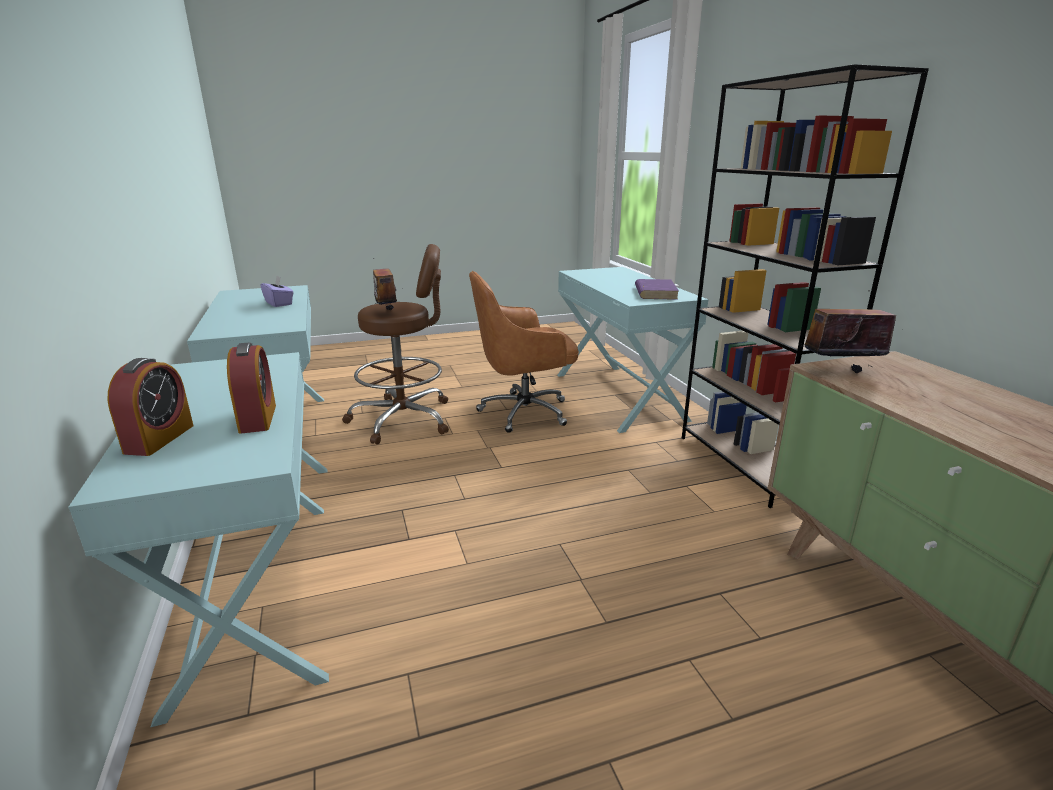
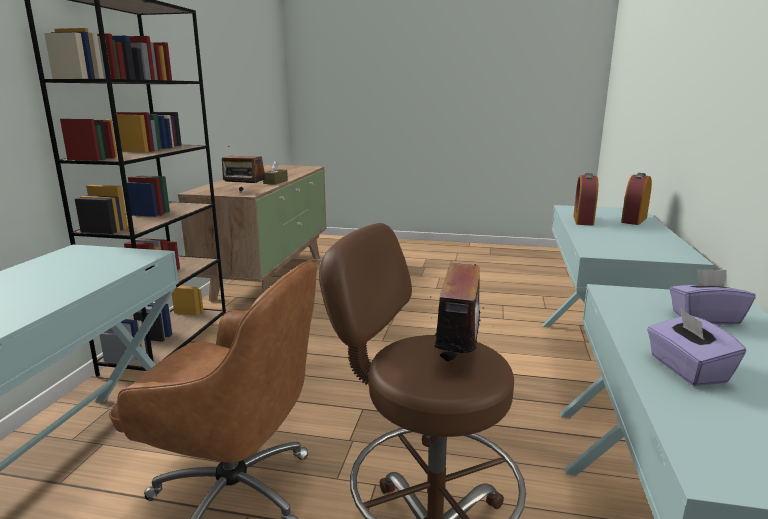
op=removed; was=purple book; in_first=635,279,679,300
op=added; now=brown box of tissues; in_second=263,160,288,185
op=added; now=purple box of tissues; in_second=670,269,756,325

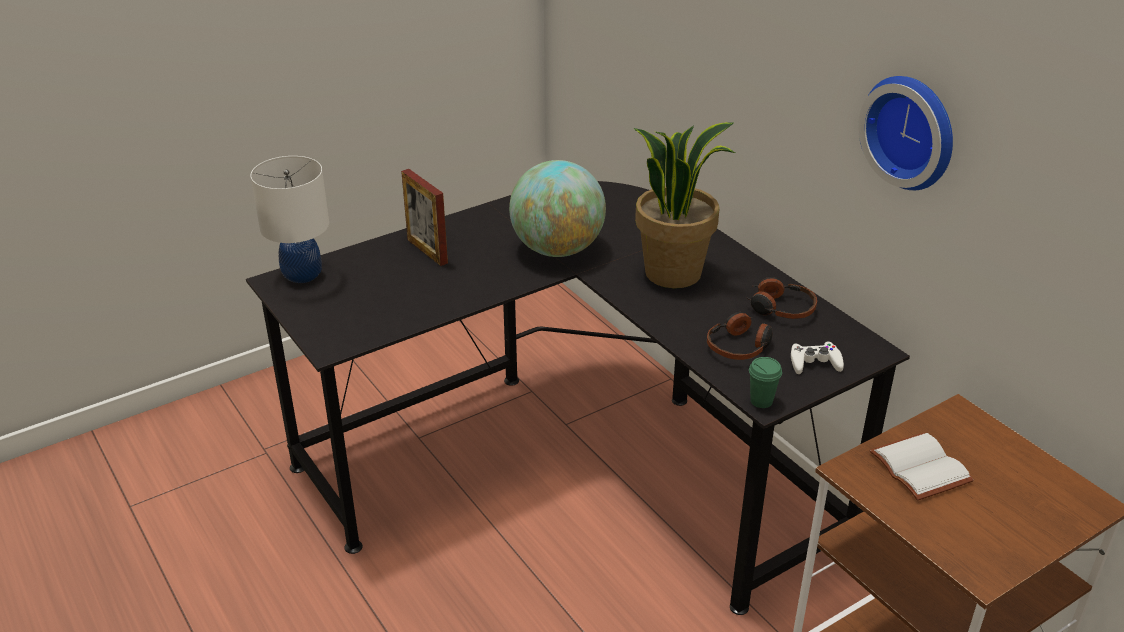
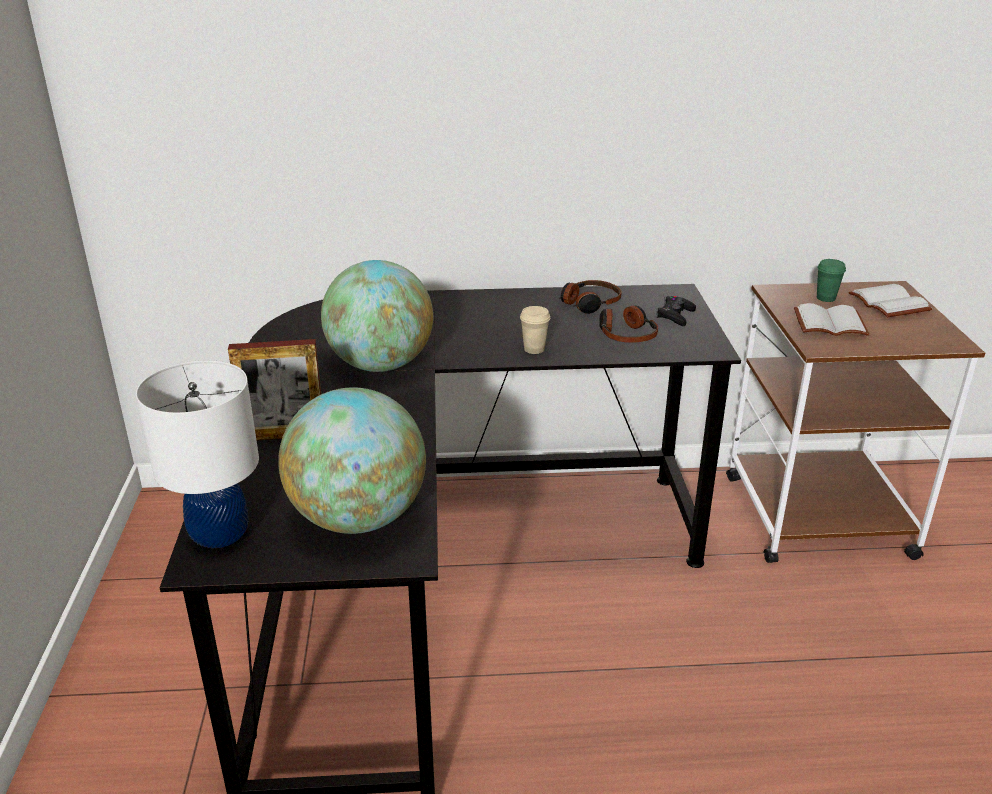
op=removed; was=plant in a pot; in_first=634,122,735,288
op=moved; was=green-coloured small cup; in_first=749,357,782,408; in_second=817,259,846,302
op=recoloured; was=whitish gamepad; now=blackish gamepad; in_first=791,341,844,374; in_second=656,296,696,326
op=removed; was=hanging clock; in_first=858,76,953,190
op=added; now=globe; in_second=278,387,426,534
op=added; now=sand-coloured small cup; in_second=520,306,550,354
op=added; now=whitish book; in_second=848,284,932,317

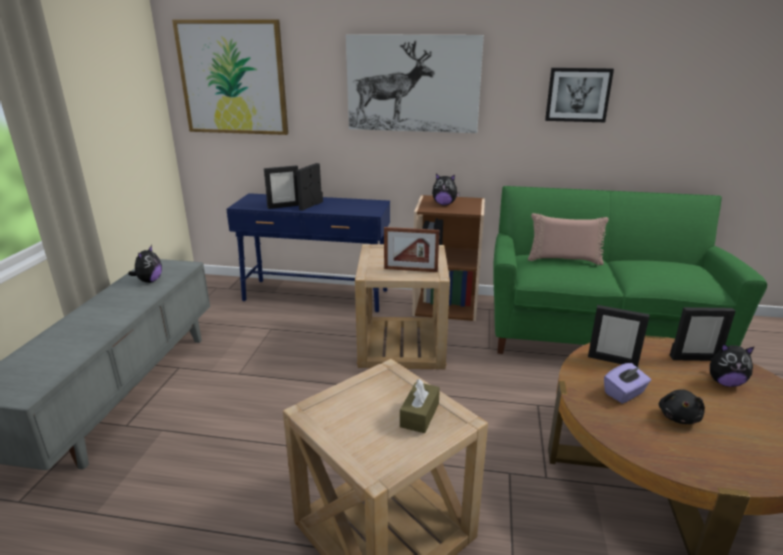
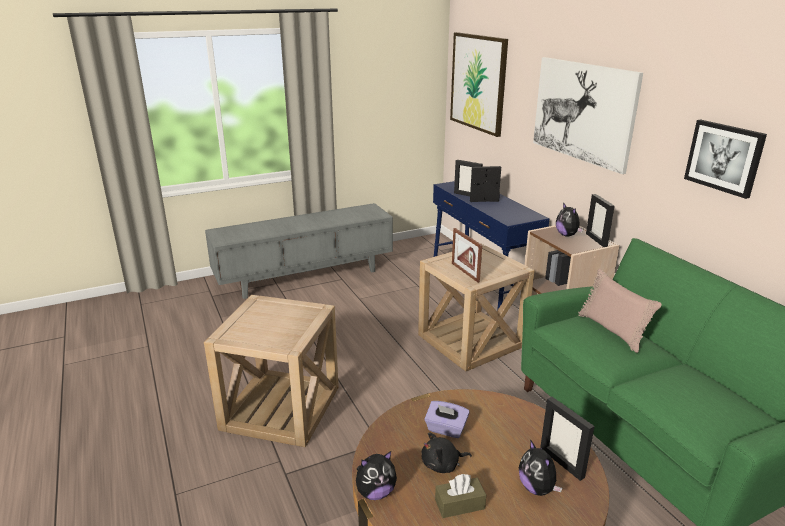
op=moved; was=plush toy; in_first=128,245,162,283; in_second=356,451,397,500
op=moved; was=brown box of tissues; in_first=400,379,440,433; in_second=435,474,486,518
op=moved; was=picture frame; in_first=588,305,649,367; in_second=586,194,614,247

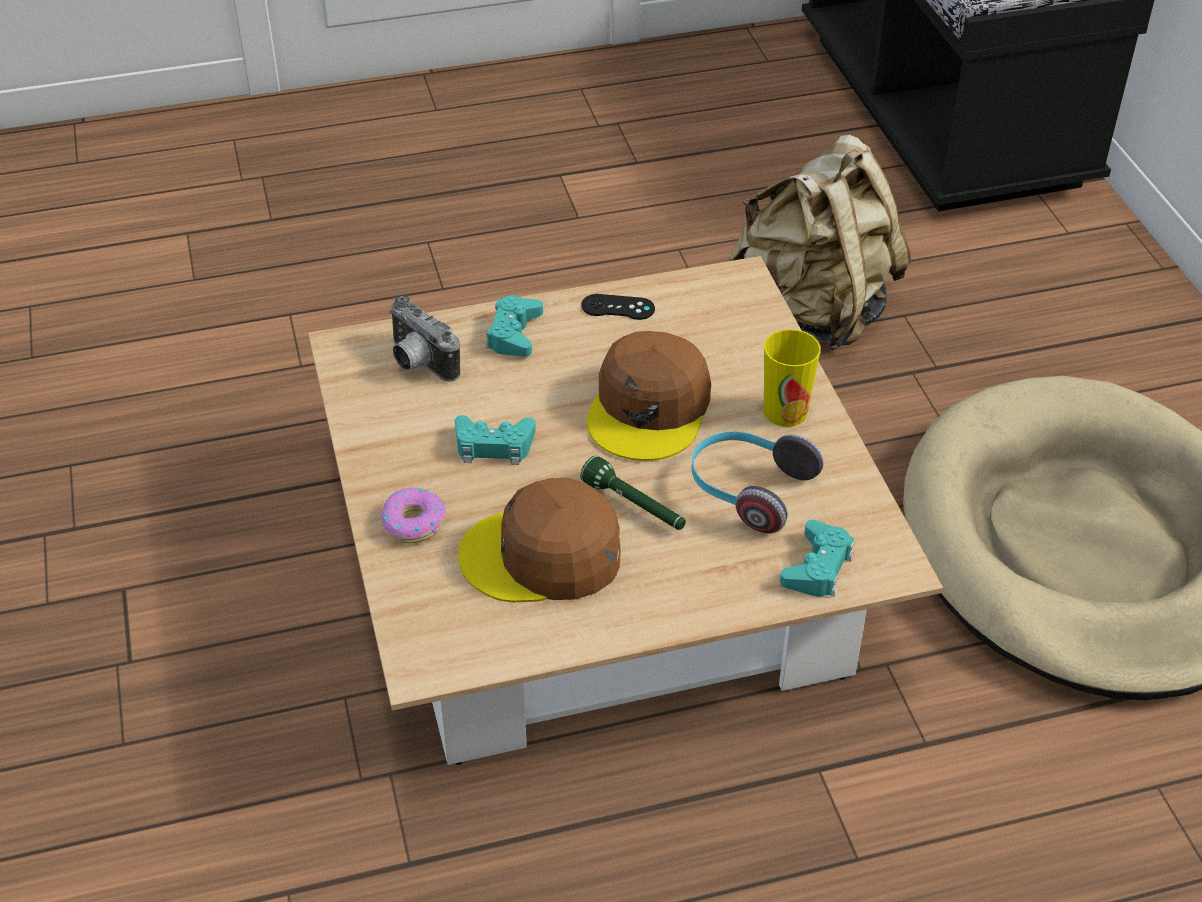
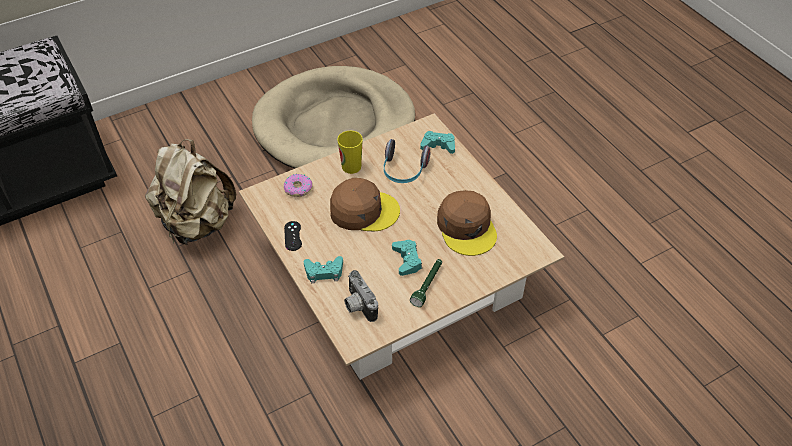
op=moved; was=ring doughnut; in_first=380,488,446,543; in_second=284,174,313,197
op=turned; was=photo camera; in_first=389,295,460,382; in_second=344,270,378,322; clockwise=120
op=moved; was=green-coloured flashlight; in_first=580,456,686,530; in_second=410,259,442,307

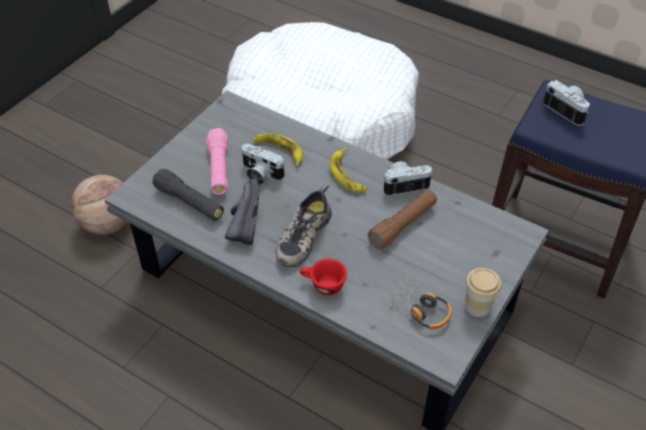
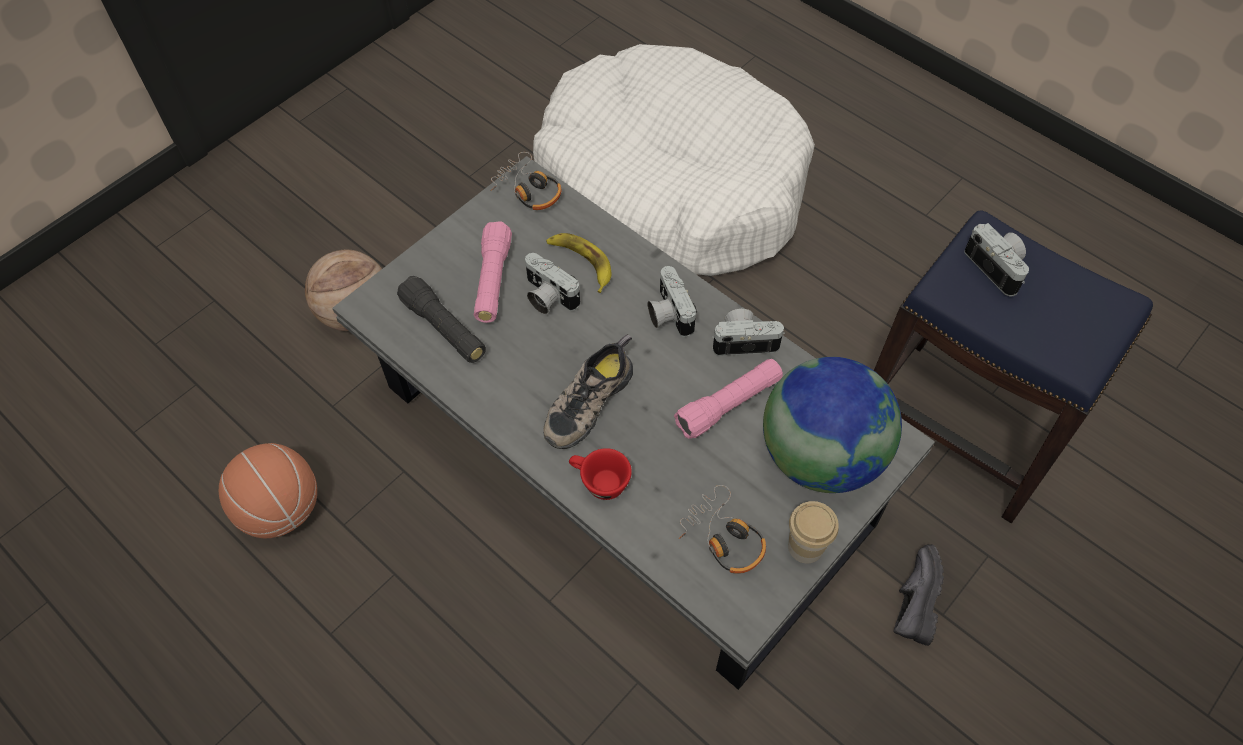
op=moved; was=blackish shoe; in_first=225,179,259,245; in_second=894,544,944,646
op=replaced; was=banana; now=photo camera; in_first=329,147,367,192; in_second=648,266,697,337
op=recoloured; was=brown flashlight; now=pink-coloured flashlight; in_first=367,190,437,249; in_second=674,359,783,439
op=added; now=ball for basketball; in_second=219,443,317,538
op=added; now=headset; in_second=490,152,561,210
op=added; now=globe; in_second=763,357,902,493

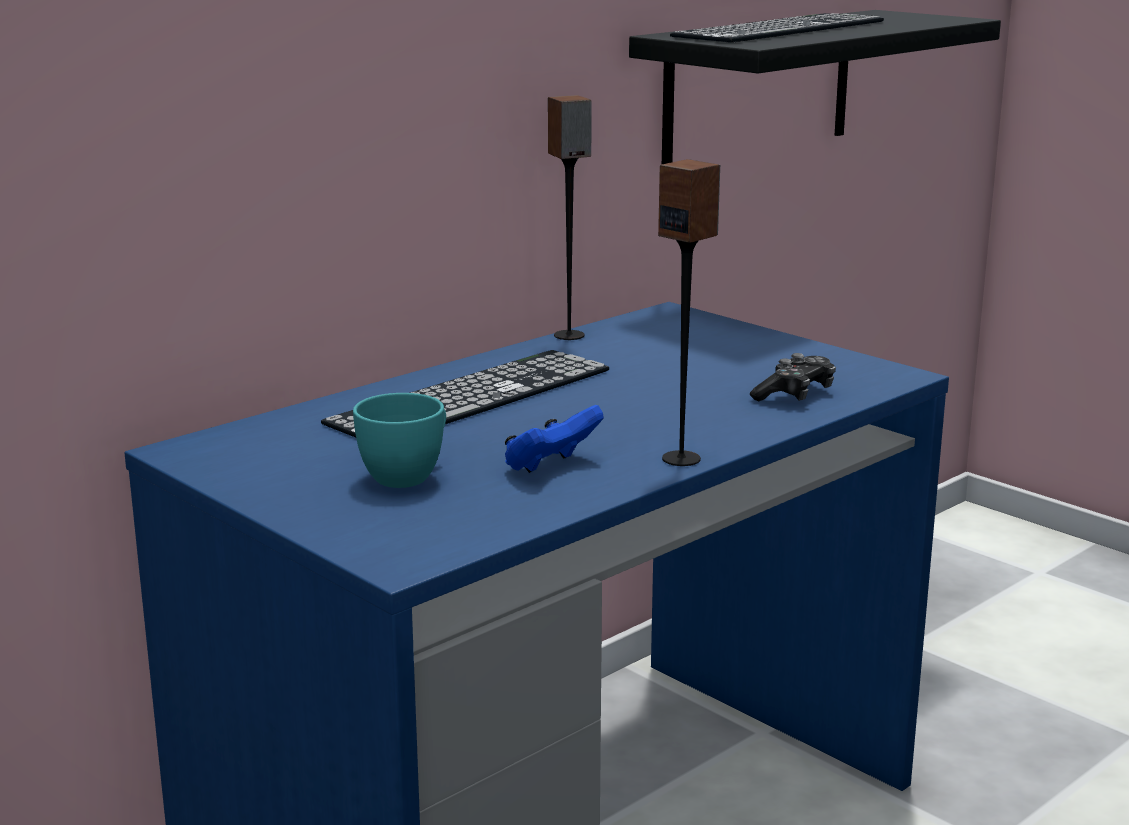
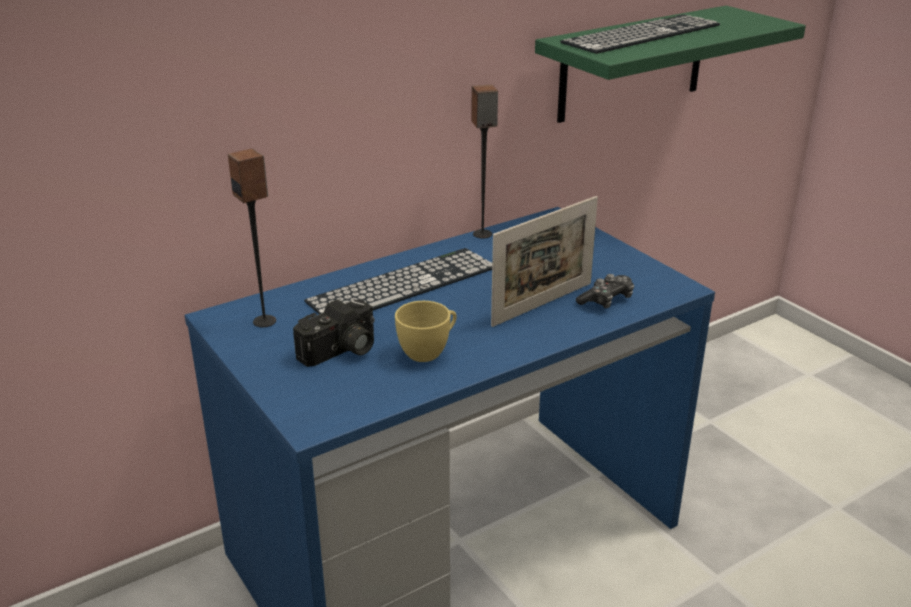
op=replaced; was=blue-green small cup; now=photo camera; in_first=353,393,446,488; in_second=293,299,375,367
op=replaced; was=blue-coloured gamepad; now=yellow-coloured small cup; in_first=505,405,604,473; in_second=395,301,457,362
op=recoloured; was=blackish bracket shelf; now=green-coloured bracket shelf; in_first=629,10,1001,164; in_second=535,6,806,123
op=moved; was=audio speaker; in_first=658,159,720,466; in_second=228,149,276,327
op=added; now=picture frame; in_second=491,196,598,327

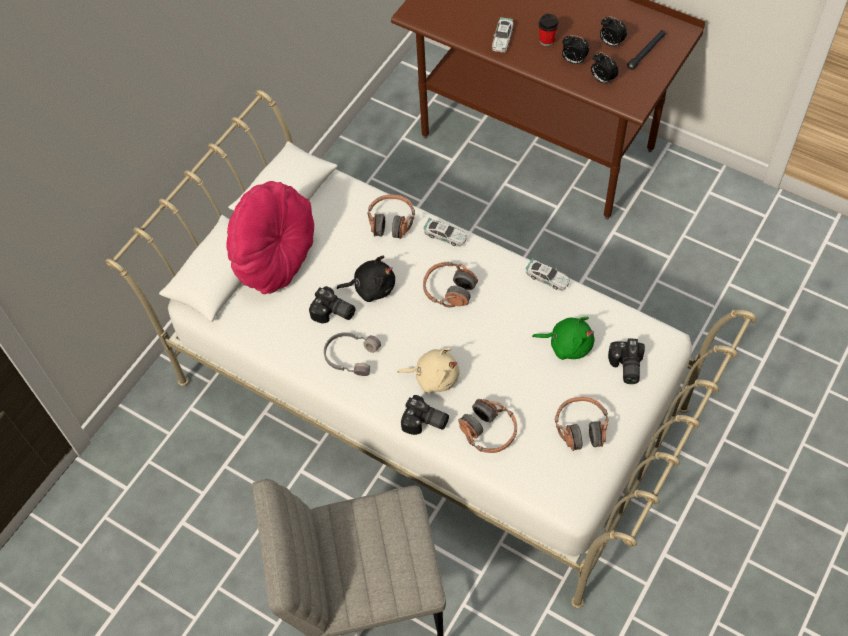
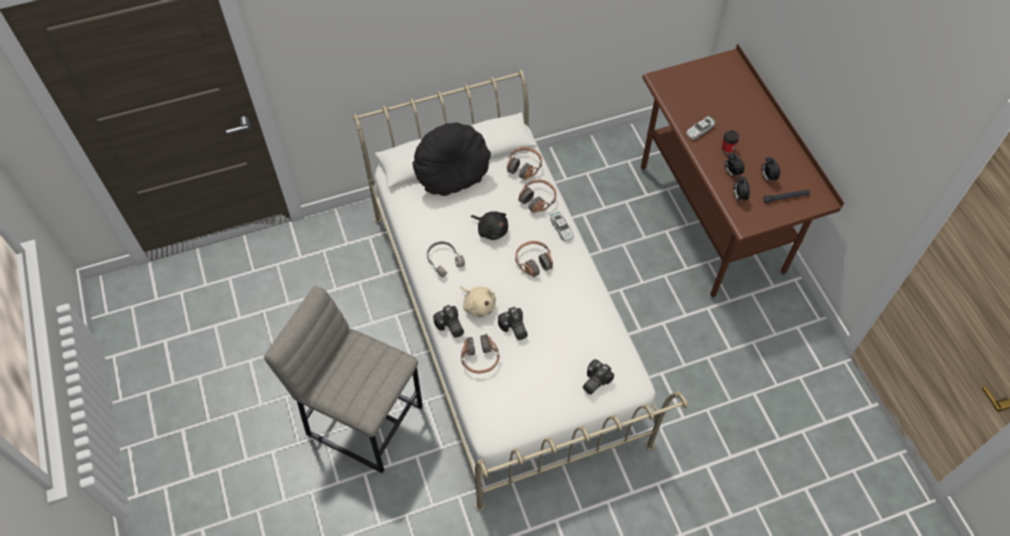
op=recoloured; was=pink-coloured cushion; now=blackish cushion; in_first=226,181,314,294; in_second=413,123,491,196
op=moved; was=photo camera; in_first=309,286,356,323; in_second=498,307,528,340
op=removed; was=model car; in_first=525,258,570,291
op=removed; was=green-coloured plush toy; in_first=532,317,595,360
op=moved; was=headset; in_first=555,397,609,451; in_second=507,147,542,180

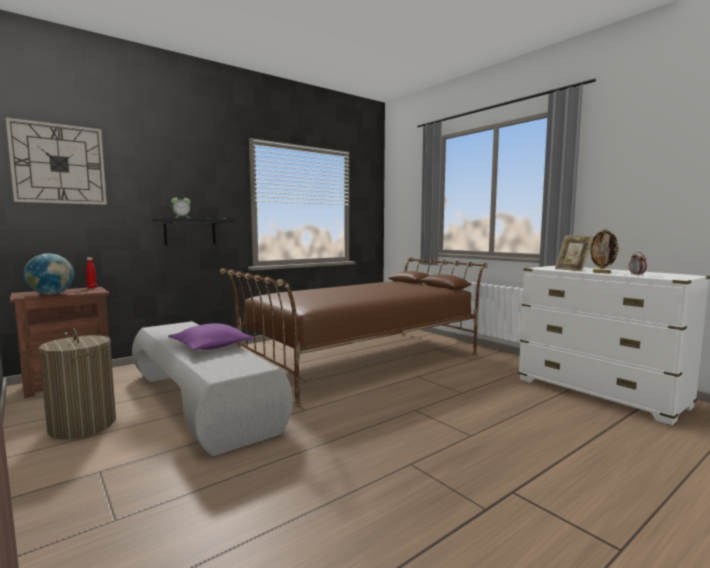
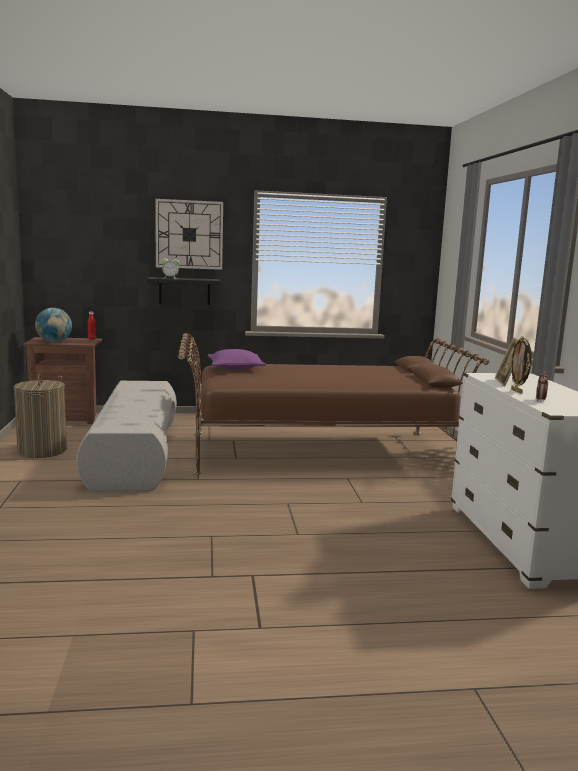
op=moved; was=hanging clock; in_first=6,117,107,205; in_second=155,199,223,270
op=moved; was=purple cushion; in_first=168,323,254,350; in_second=207,349,266,370

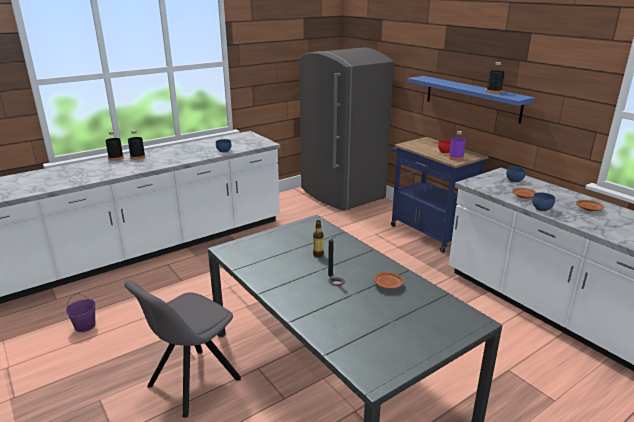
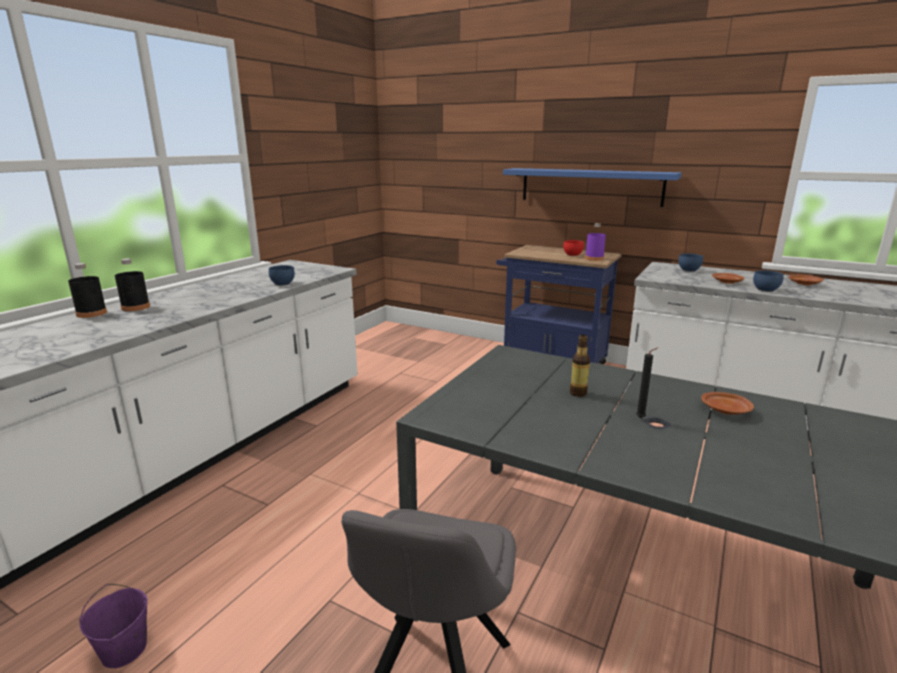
op=removed; was=gray kitchen fridge; in_first=299,47,394,211
op=removed; was=blackish bottle; in_first=486,62,505,94

